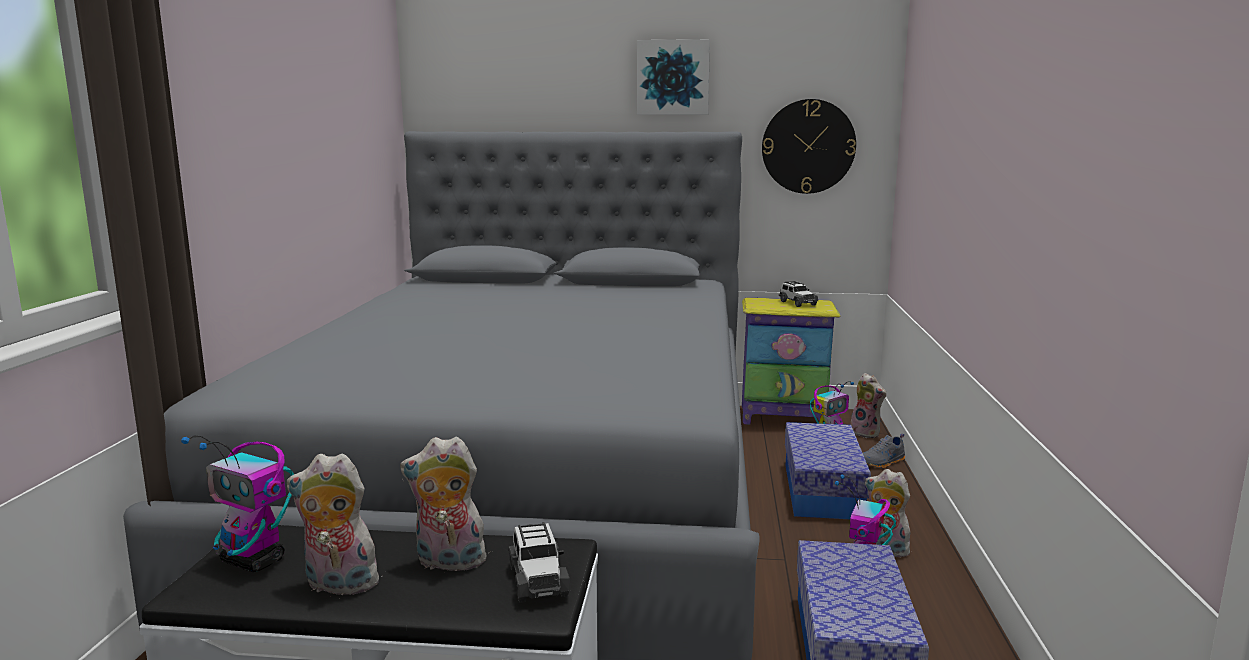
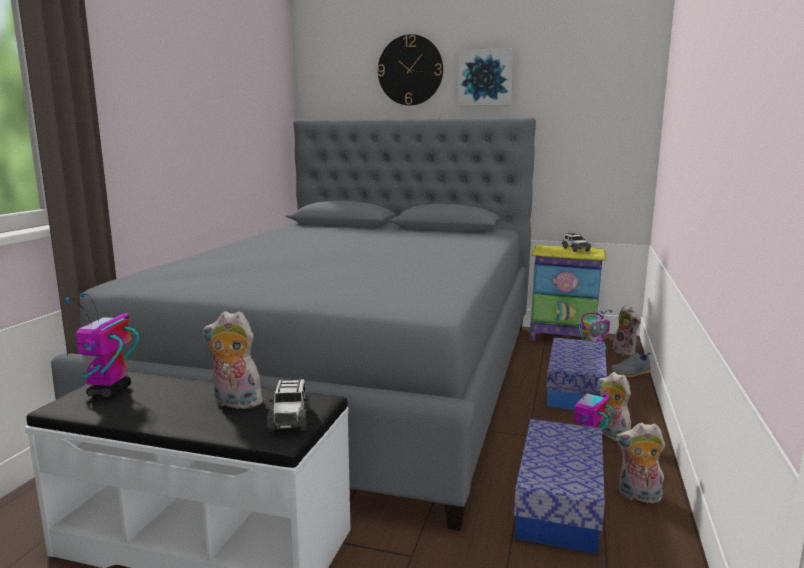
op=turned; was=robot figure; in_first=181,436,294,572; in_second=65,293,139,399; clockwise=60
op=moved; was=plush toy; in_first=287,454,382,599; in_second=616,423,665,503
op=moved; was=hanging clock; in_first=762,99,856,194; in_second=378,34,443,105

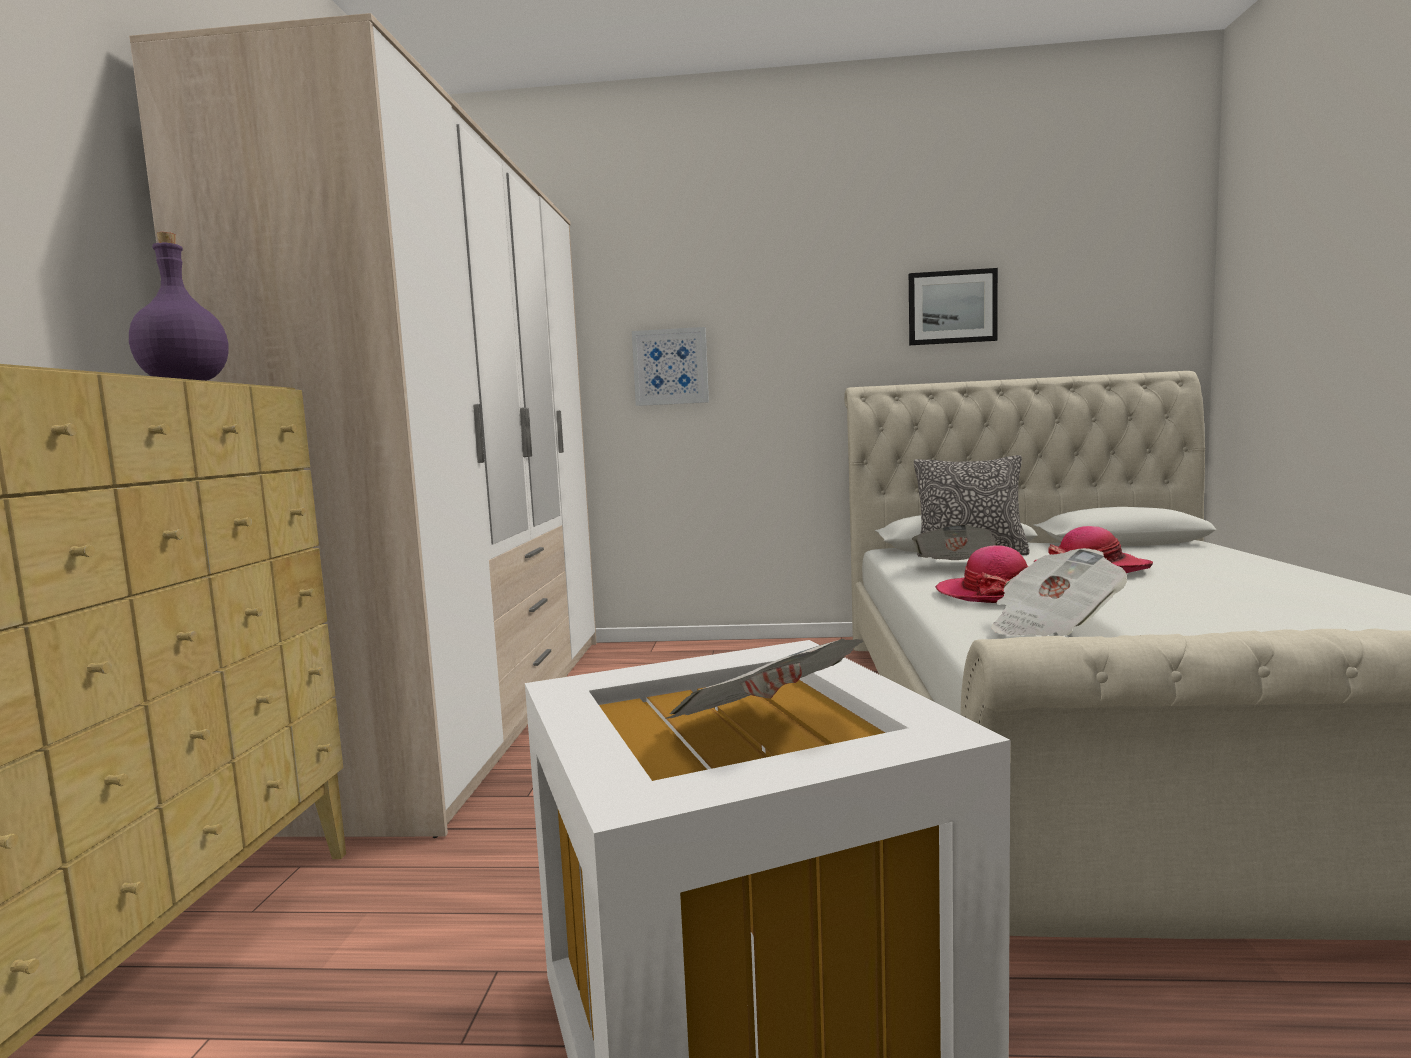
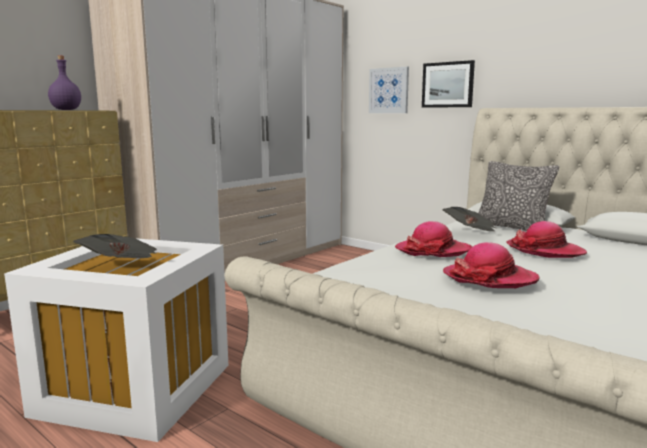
op=moved; was=picture; in_first=909,268,998,345; in_second=422,60,475,108
op=removed; was=printed paper; in_first=991,548,1127,636
op=added; now=clothing hat; in_second=443,242,540,288

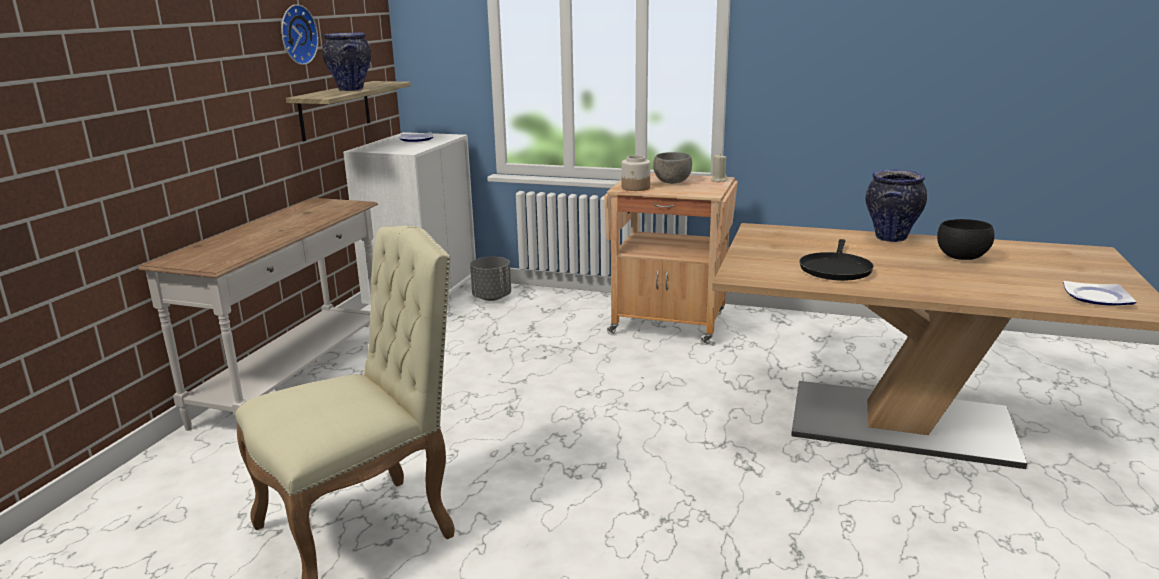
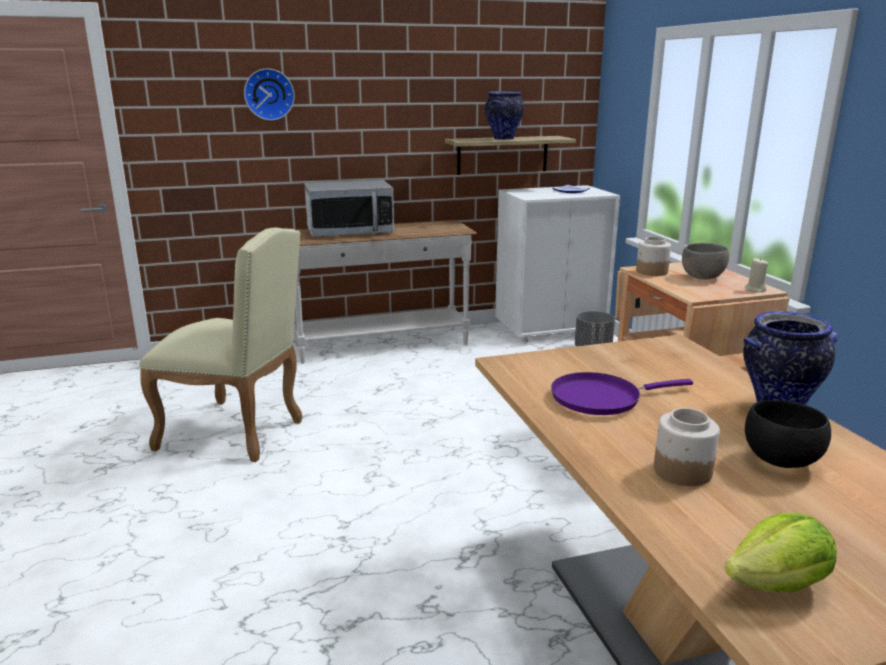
op=moved; was=hanging clock; in_first=281,4,319,65; in_second=244,68,295,120
op=recoloured; was=blackish pan; now=purple pan; in_first=799,239,874,281; in_second=551,372,693,415
op=replaced; was=plate; now=lettuce head; in_first=1063,281,1136,306; in_second=725,513,837,592
op=added; now=microwave oven; in_second=304,180,394,237
op=added; now=storage jar; in_second=654,408,719,486

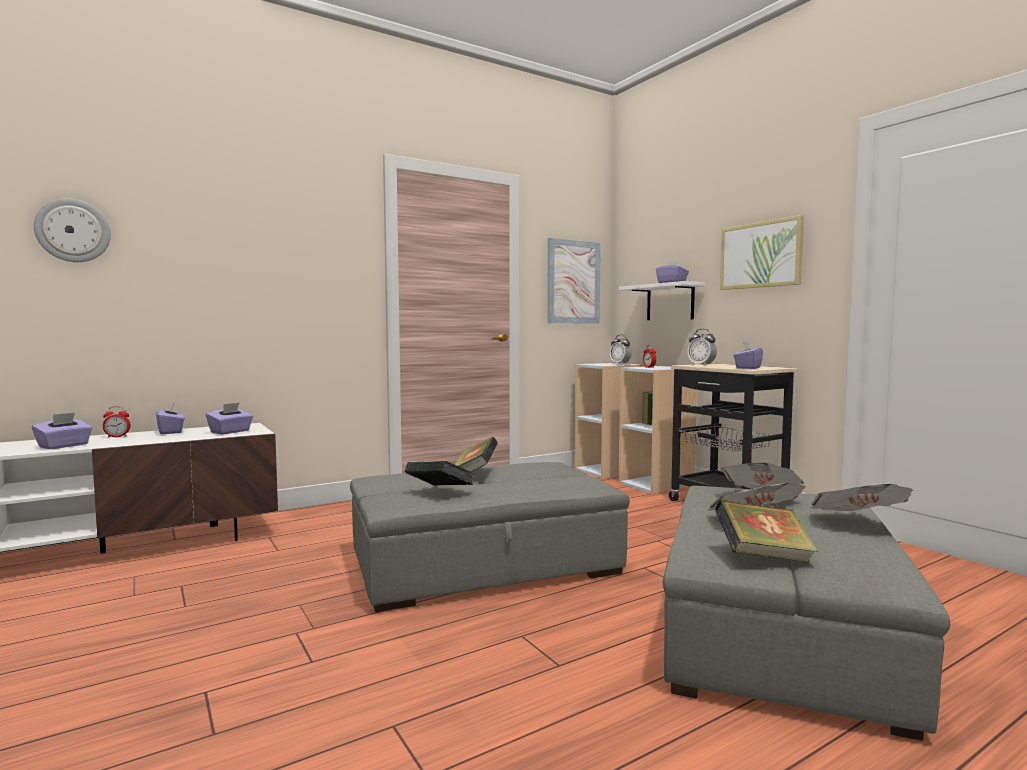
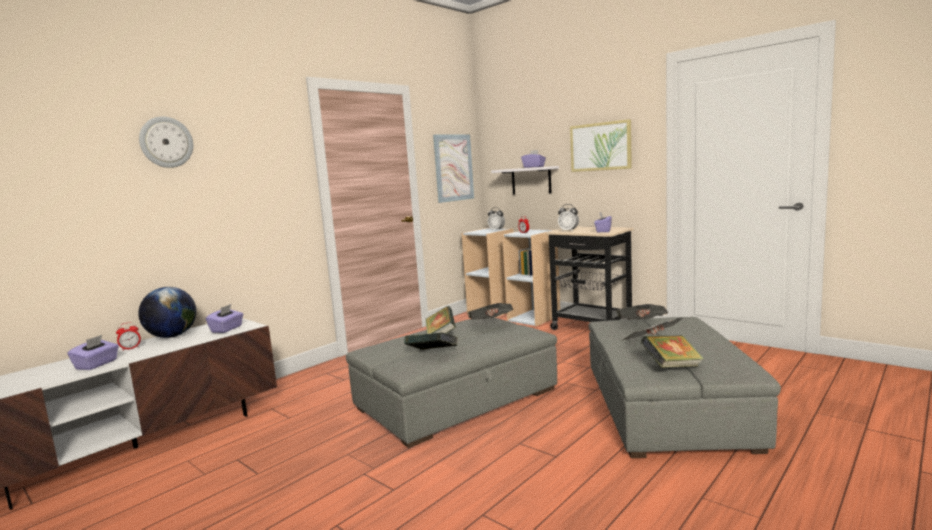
op=moved; was=hanging clock; in_first=34,198,111,262; in_second=139,117,193,168
op=replaced; was=purple box of tissues; now=globe; in_first=156,402,185,434; in_second=138,287,196,338
op=moved; was=printed paper; in_first=810,484,913,511; in_second=468,303,513,320

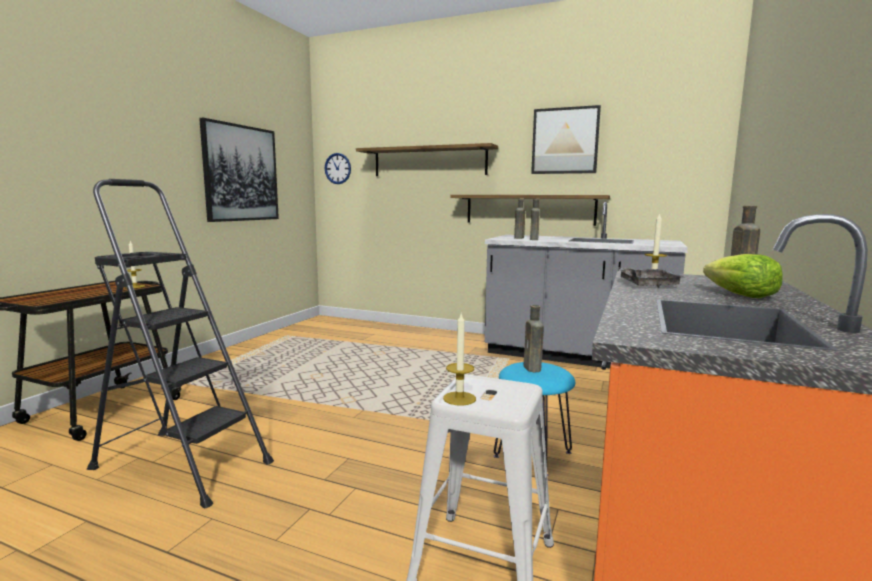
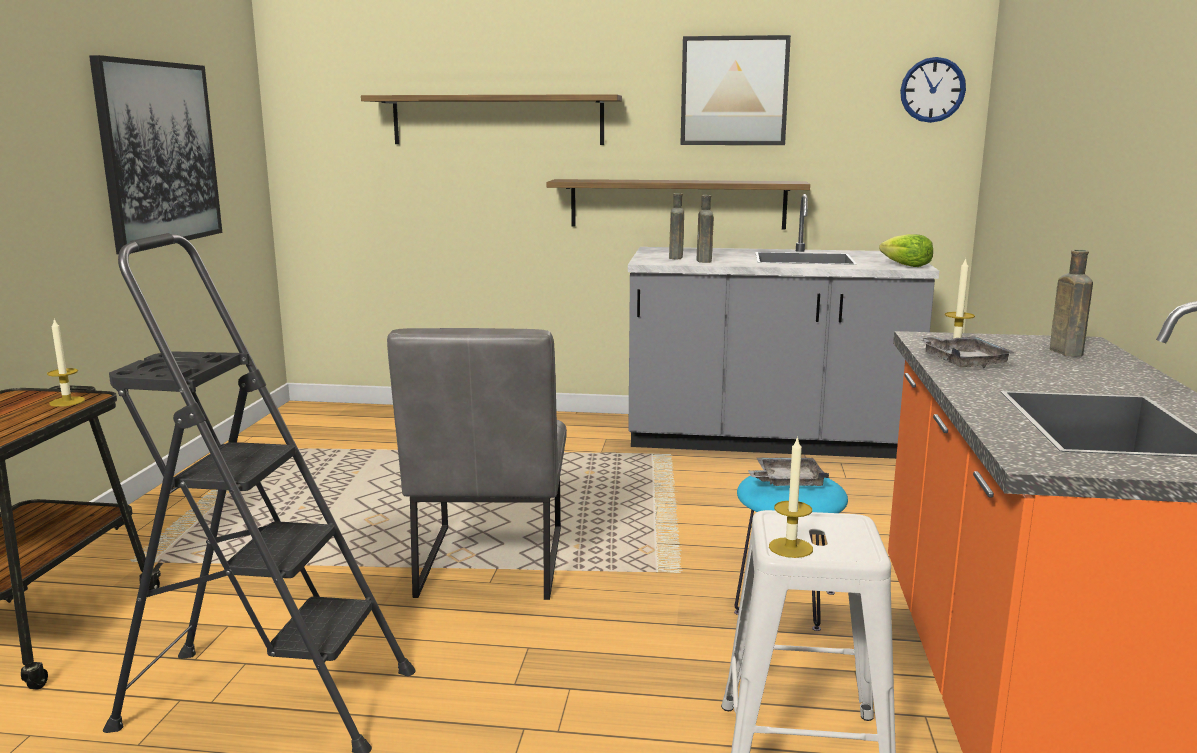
op=moved; was=hanging clock; in_first=325,153,351,184; in_second=900,57,966,123
op=replaced; was=brown bottle; now=gray tray; in_first=524,305,544,372; in_second=748,458,829,486
op=moved; was=lettuce head; in_first=703,254,783,298; in_second=879,234,933,267
op=added; now=gray plain chair; in_second=387,328,567,600

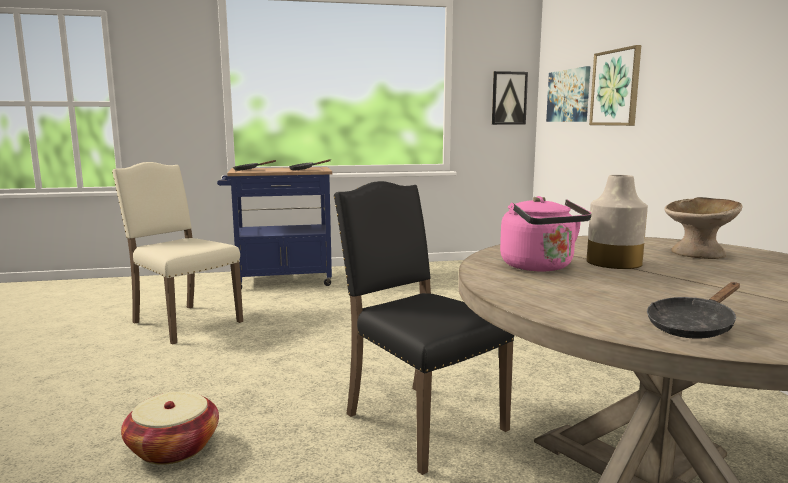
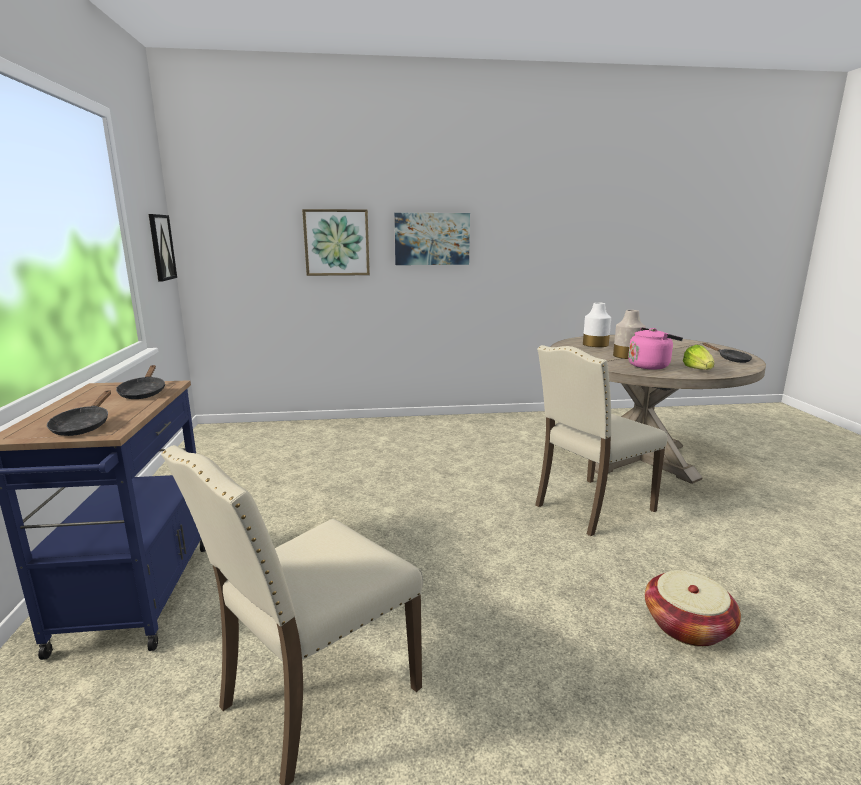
op=recoloured; was=blackish plain chair; now=sand-coloured plain chair; in_first=334,181,515,475; in_second=535,345,668,536
op=moved; was=picture; in_first=546,66,590,122; in_second=394,213,470,265
op=replaced; was=sand-coloured serving bowl; now=whitish decorative vase; in_first=664,197,743,259; in_second=583,302,611,347
op=added; now=lettuce head; in_second=683,345,714,370

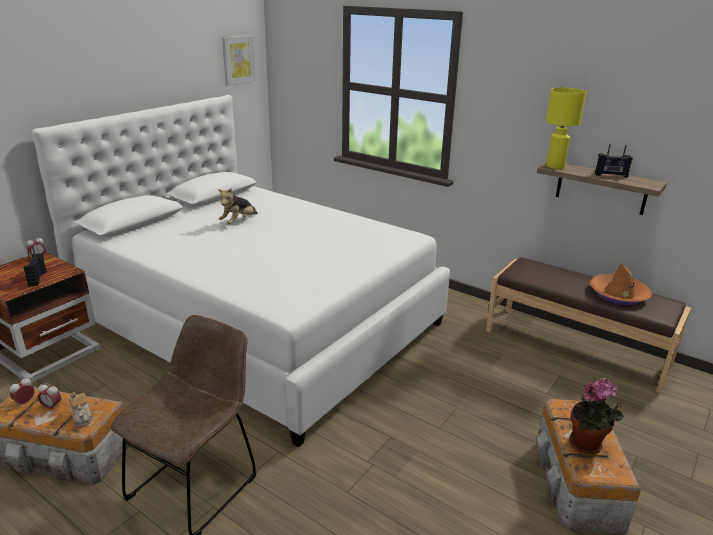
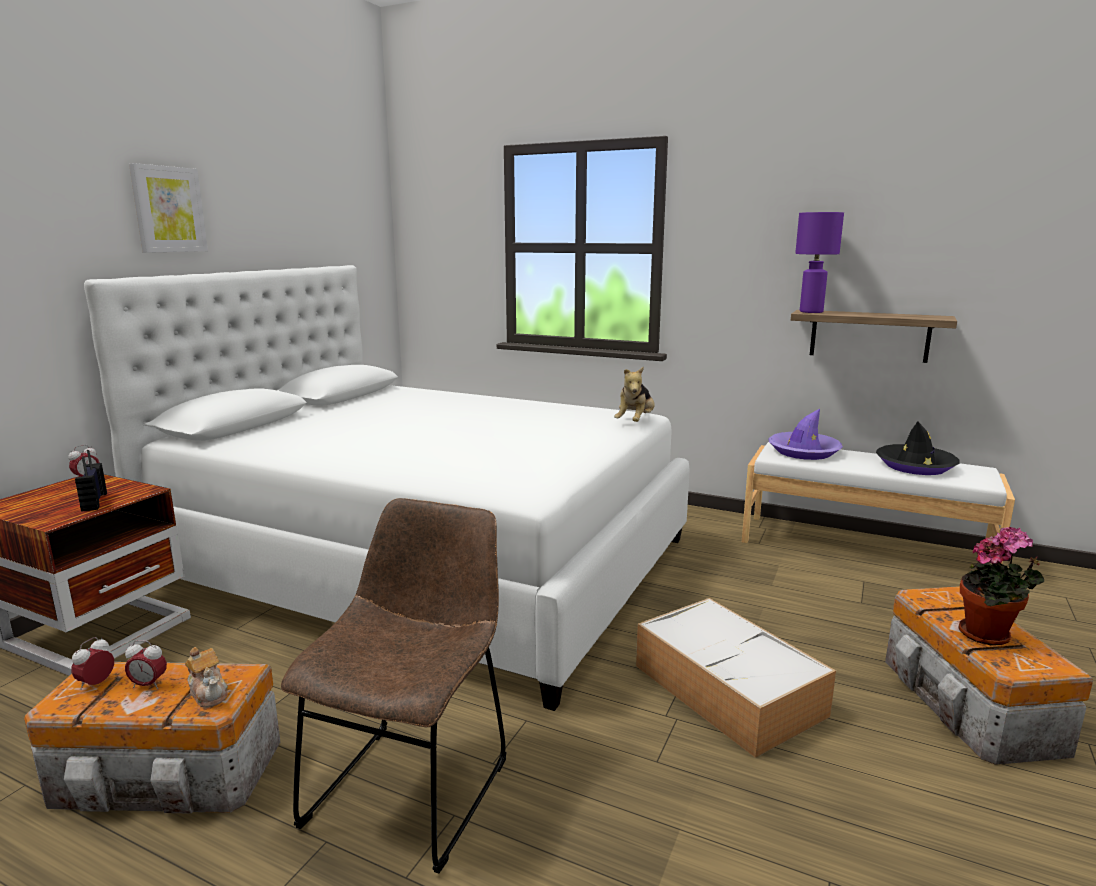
op=moved; was=plush toy; in_first=218,188,258,224; in_second=614,367,655,422
op=moved; was=picture; in_first=222,35,256,86; in_second=129,163,208,253
op=recoloured; was=brown bench; now=whitish bench; in_first=486,257,691,394; in_second=742,442,1015,564
op=recoloured; was=yellow-coloured tabletop lamp; now=purple tabletop lamp; in_first=546,88,586,169; in_second=795,212,844,313
op=recoloured; was=orange clothing hat; now=blackish clothing hat; in_first=590,263,652,305; in_second=876,421,960,475
op=removed; was=radio set; in_first=595,144,632,178
op=added; now=storage box; in_second=636,598,836,758
op=added; now=purple clothing hat; in_second=768,409,843,460

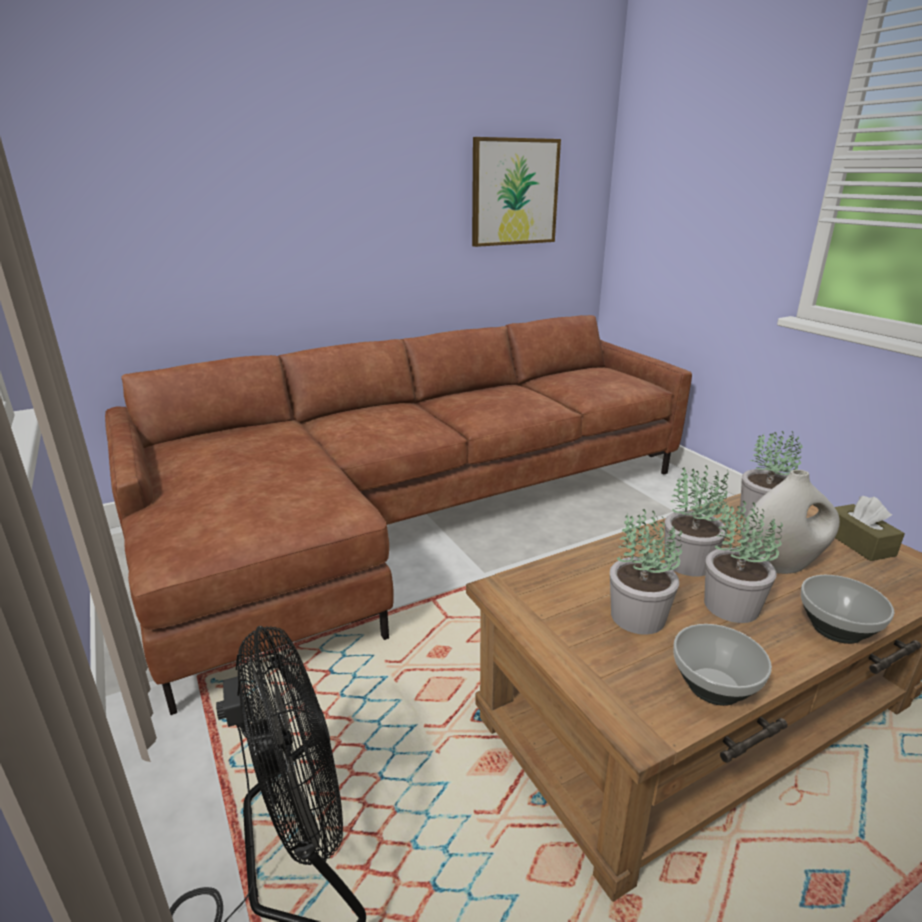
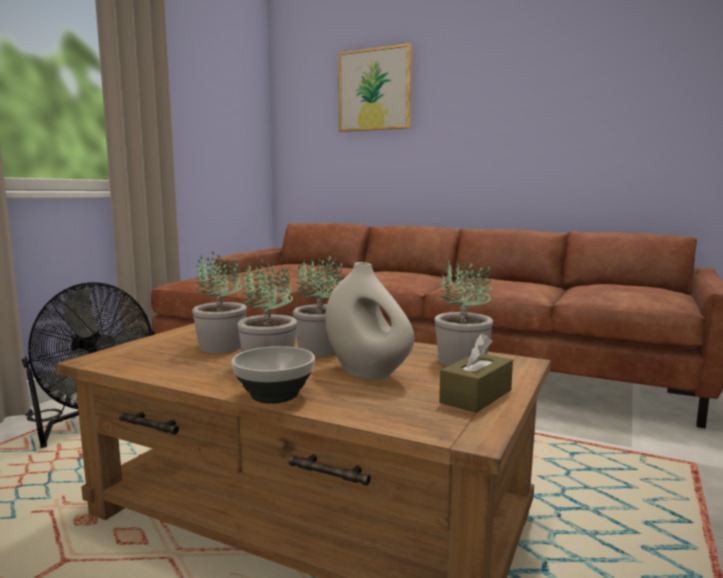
op=moved; was=picture; in_first=472,137,561,247; in_second=338,43,412,132
op=removed; was=serving bowl; in_first=673,624,772,706

